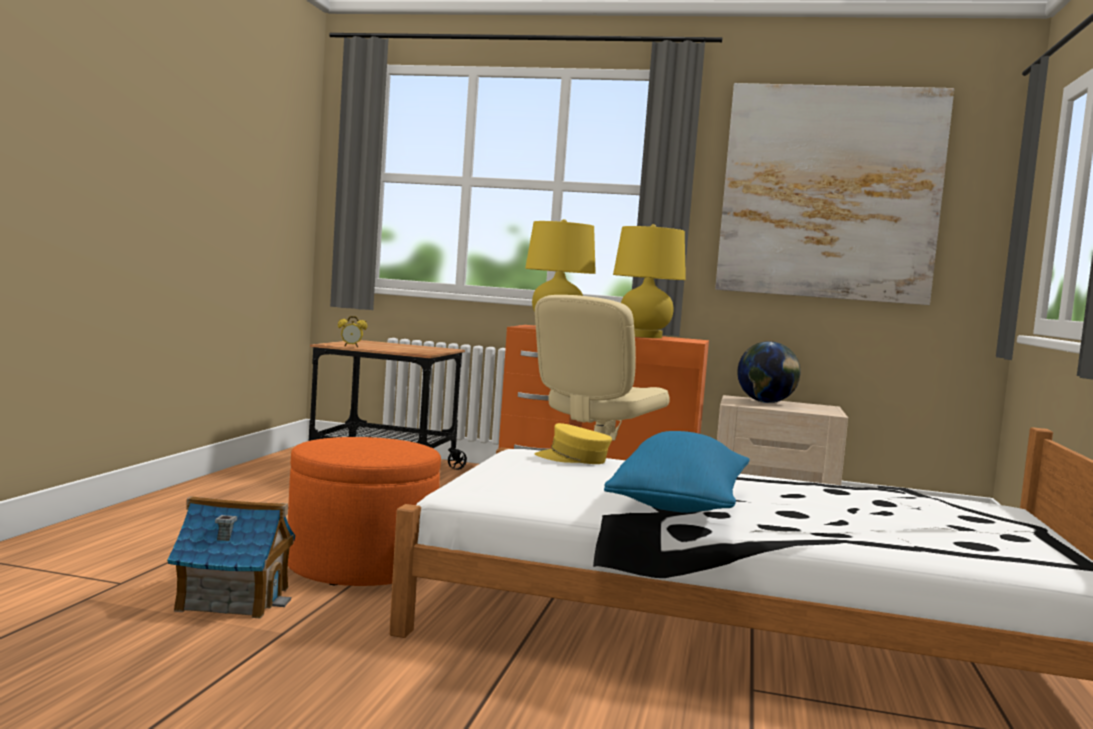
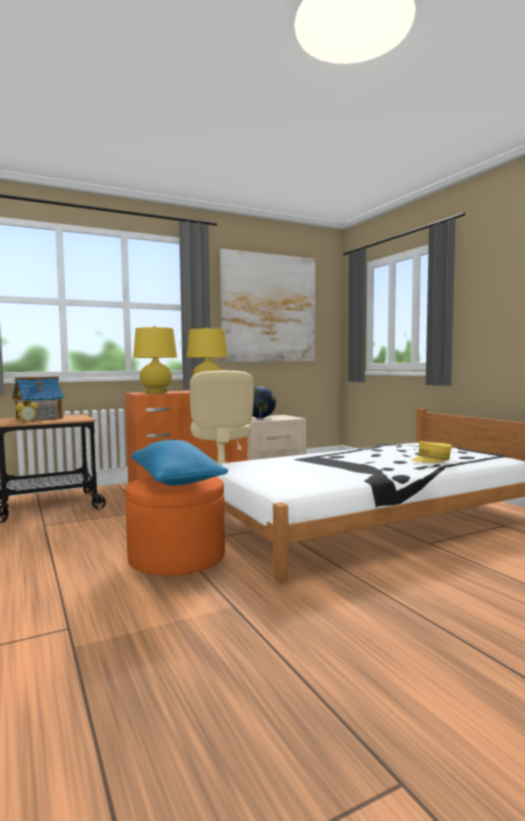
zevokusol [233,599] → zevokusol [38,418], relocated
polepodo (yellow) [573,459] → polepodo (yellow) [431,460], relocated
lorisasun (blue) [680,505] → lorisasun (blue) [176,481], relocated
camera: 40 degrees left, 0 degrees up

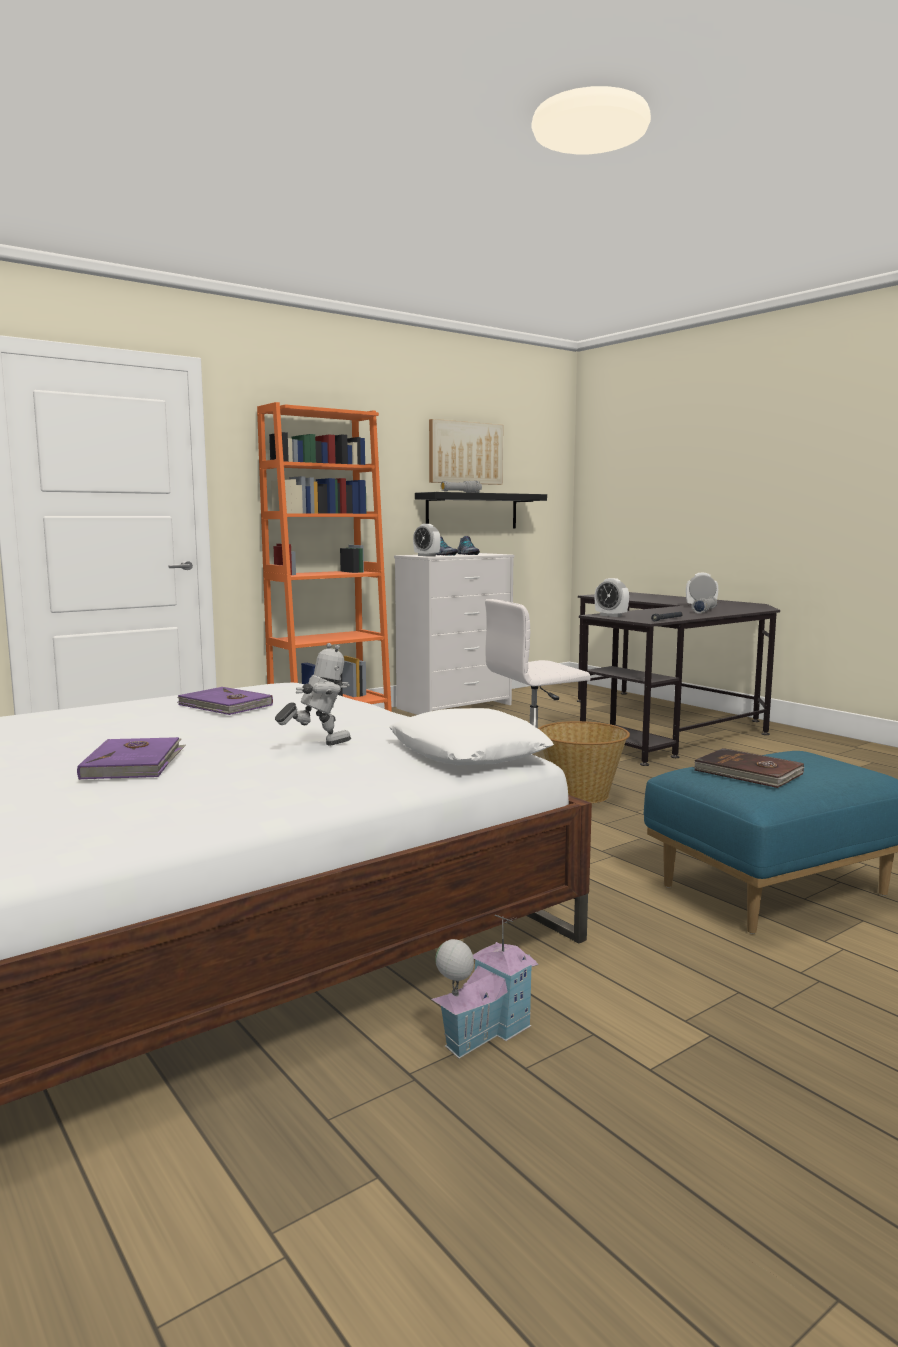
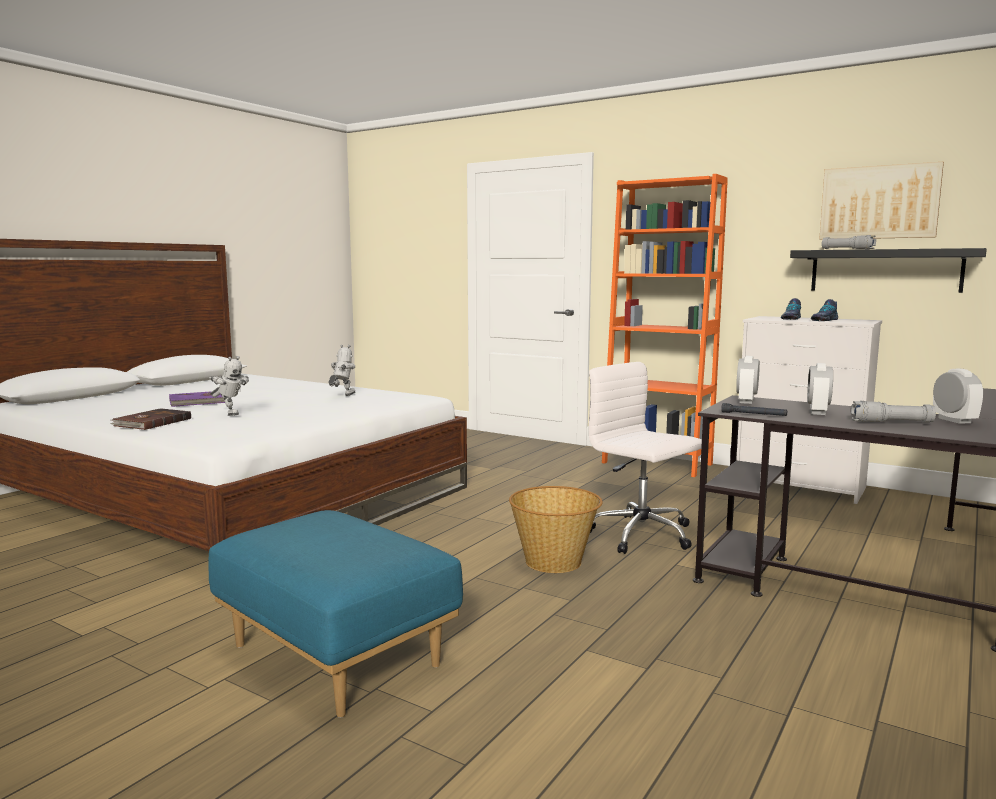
lorisasun (white) [468,752] → -
zevokusol [484,1031] → -
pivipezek [426,556] → pivipezek [817,412], relocated
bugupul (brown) [748,773] → bugupul (brown) [151,422], relocated
bugupul (purple) [225,705] → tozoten [342,396]
camera: 70 degrees right, 0 degrees up

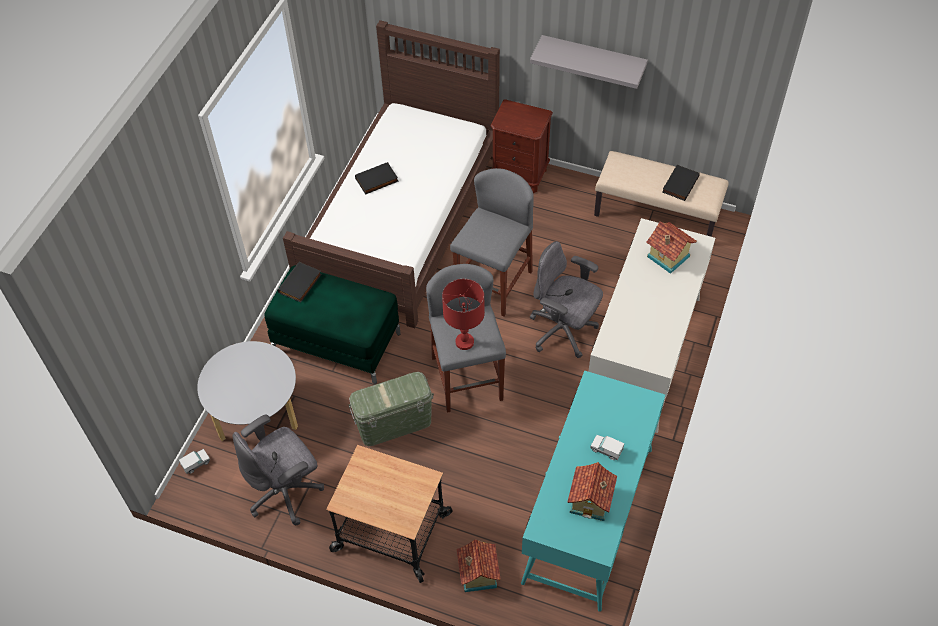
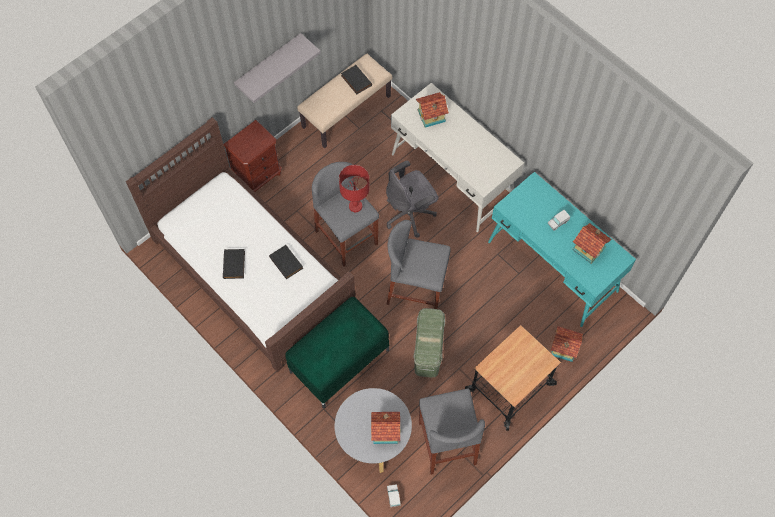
- → zevokusol [385,430]
bugupul (black) [301,284] → bugupul (black) [287,262], relocated
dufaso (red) [464,342] → dufaso (red) [355,206], relocated
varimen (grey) [286,492] → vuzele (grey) [447,443]
camera: 65 degrees left, 10 degrees up

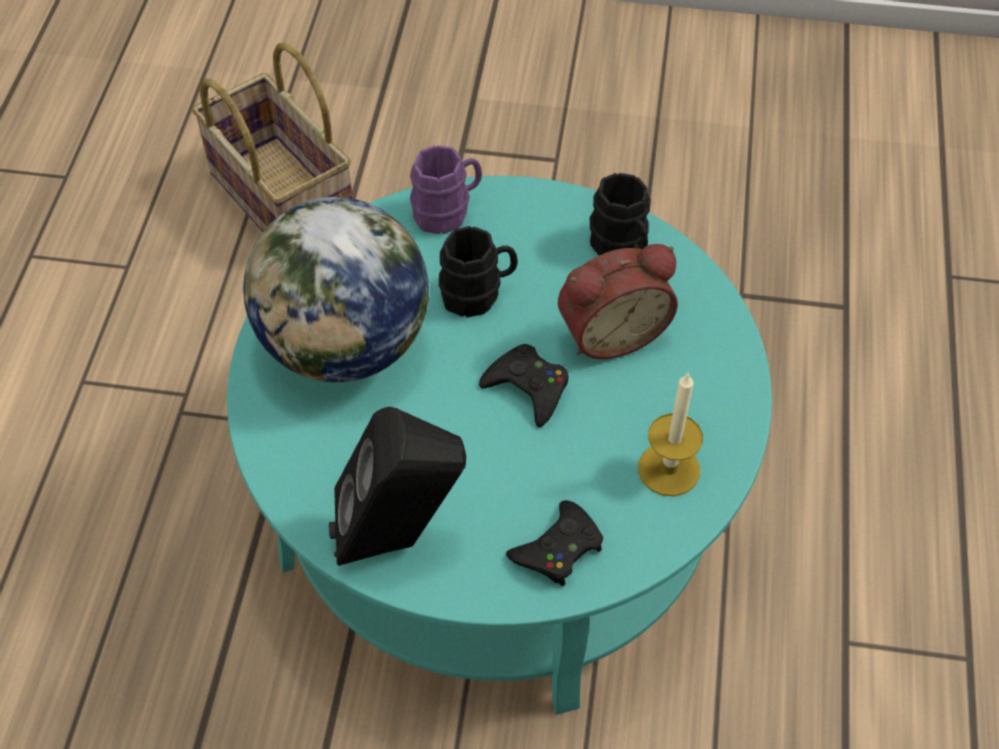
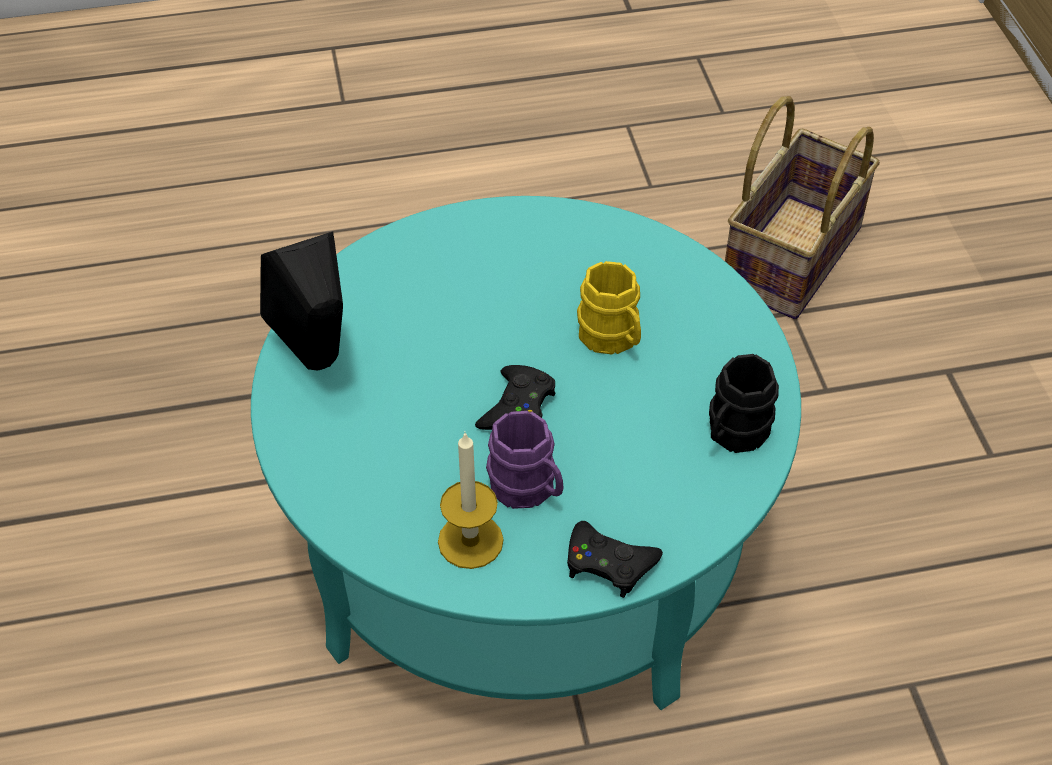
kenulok [346,345] → -
pivipezek [610,331] → -
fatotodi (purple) [448,211] → fatotodi (purple) [528,489], relocated
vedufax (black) [558,549] → vedufax (black) [609,563], relocated
fatotodi (black) [478,293] → fatotodi (yellow) [612,339]
camera: 70 degrees right, 5 degrees down

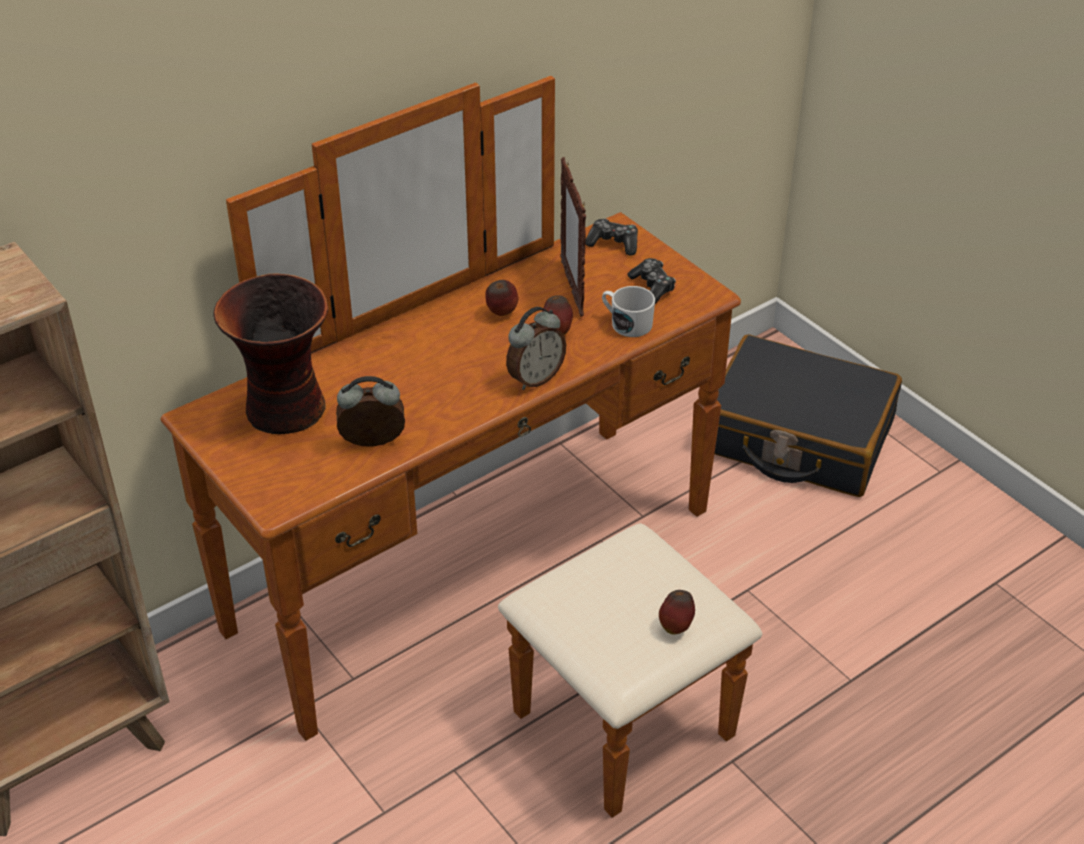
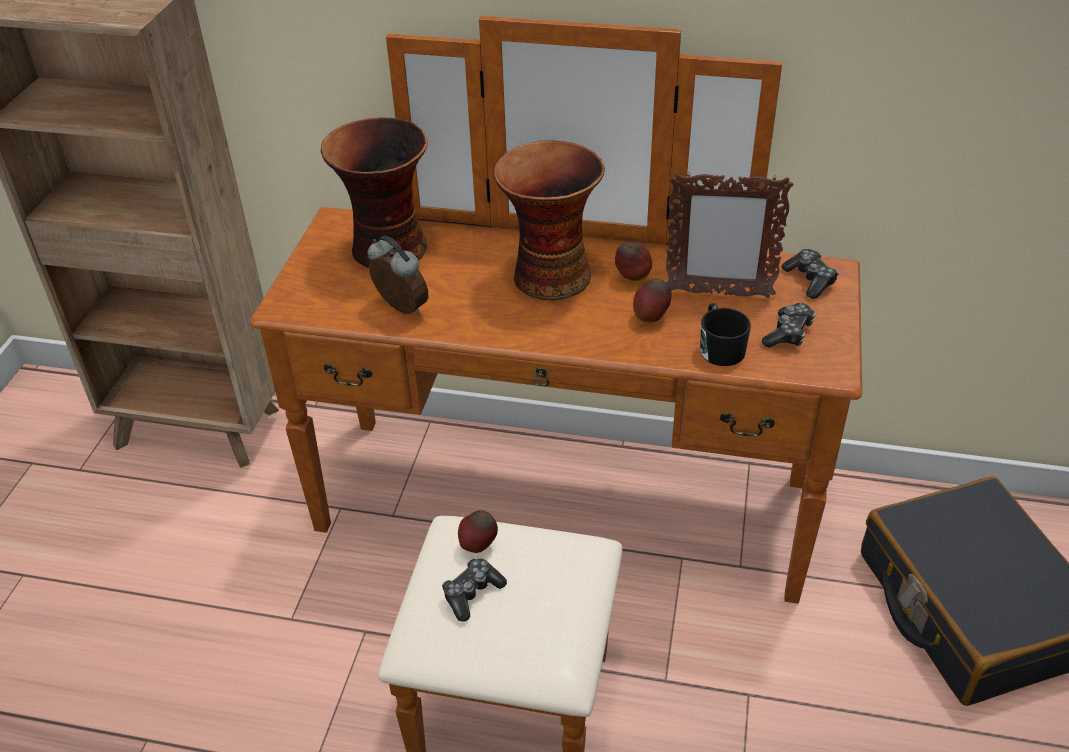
pivipezek [535,378] → -
- → vedufax [472,593]
- → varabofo [548,277]
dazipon [676,626] → dazipon [478,546], relocated
fatotodi (white) [626,323] → fatotodi (black) [719,347]
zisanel [572,288] → zisanel [718,293], 120 degrees counterclockwise
camera: 50 degrees right, 0 degrees up

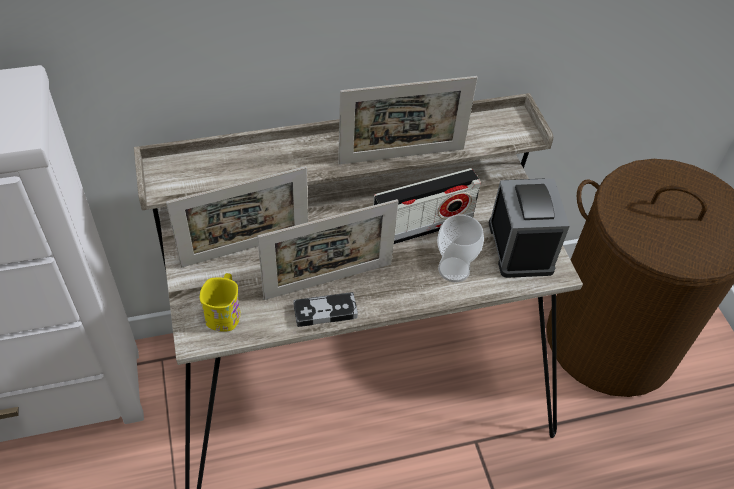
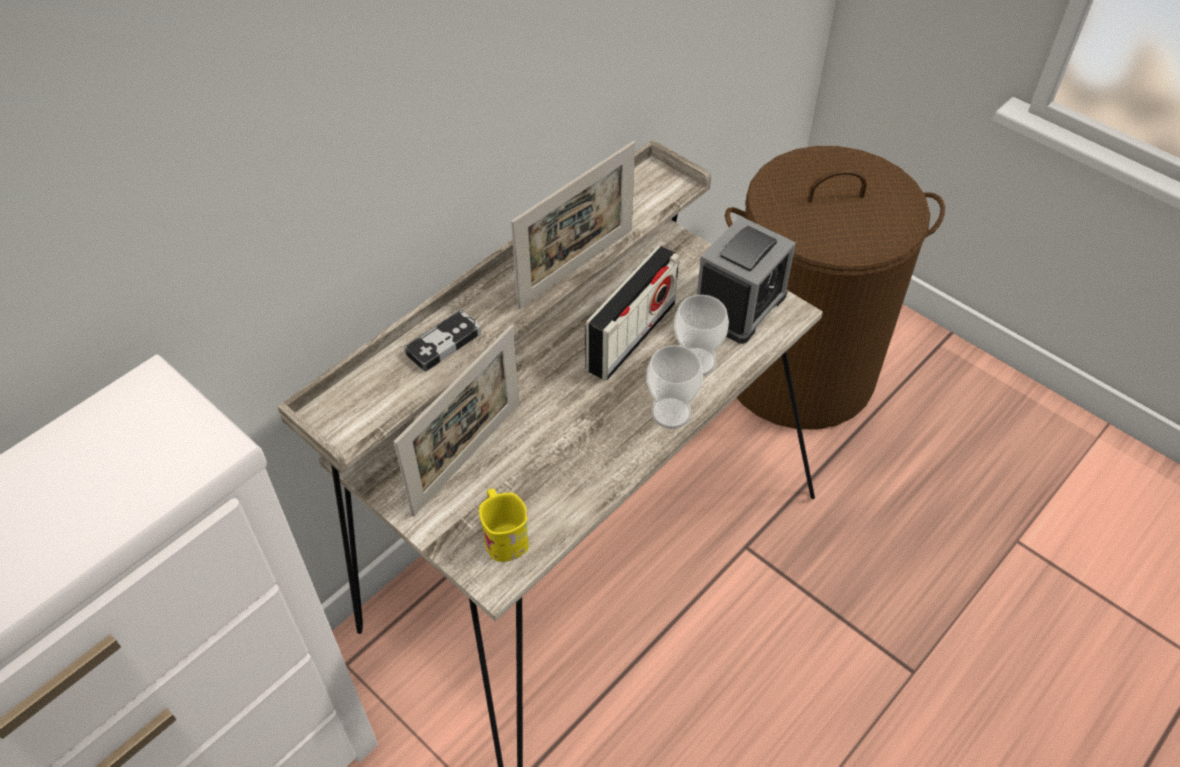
zisanel [328,281] → -
- → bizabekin [671,413]
vedufax [325,312] → vedufax [444,343], relocated
pivipezek [520,247] → pivipezek [739,305], 75 degrees clockwise
camera: 30 degrees left, 0 degrees up

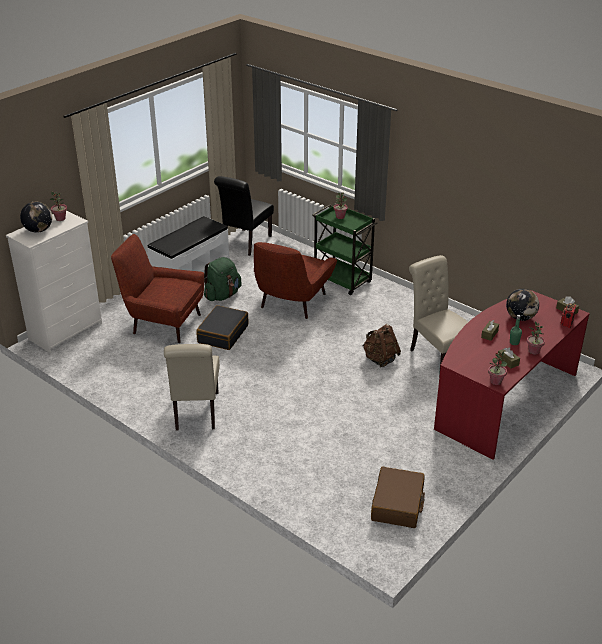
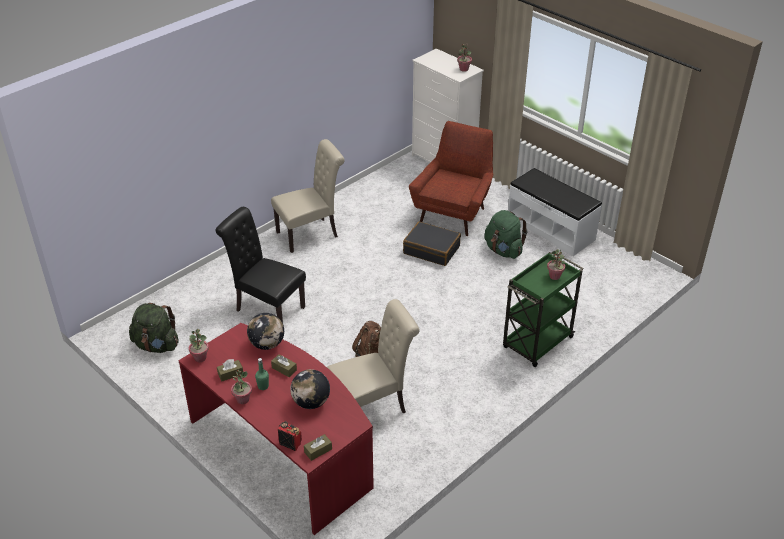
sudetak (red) [291,303] → -
kenulok [38,230] → kenulok [267,344], relocated
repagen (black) [245,244] → repagen (black) [266,307], relocated
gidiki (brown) [398,504] → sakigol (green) [157,345]
repagen (beige) [196,413] → repagen (beige) [311,233], 150 degrees clockwise
camera: 95 degrees right, 5 degrees up

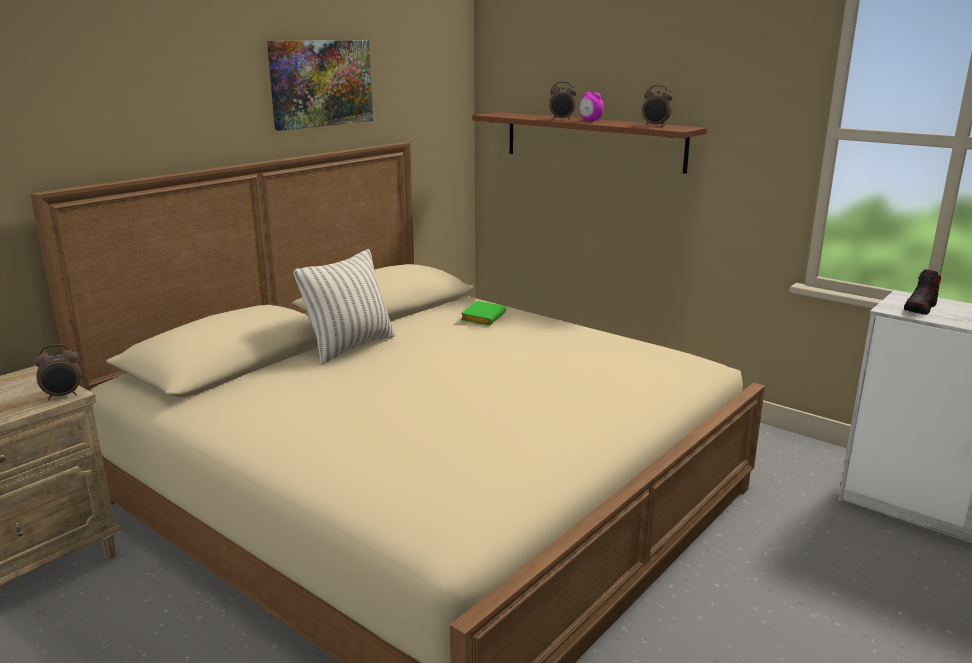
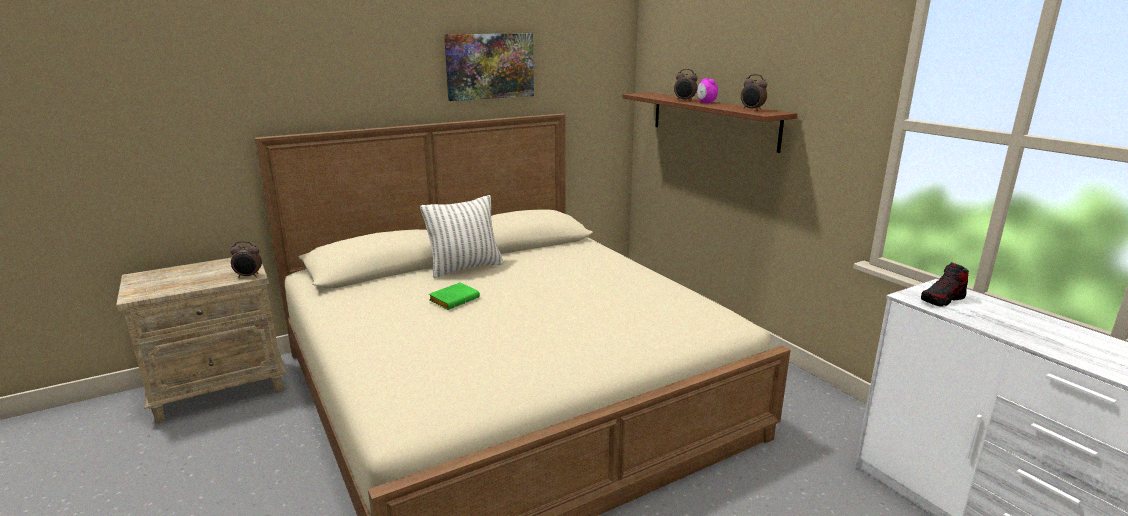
bugupul (green) [482,317] → bugupul (green) [454,299], relocated
camera: 20 degrees right, 0 degrees up

